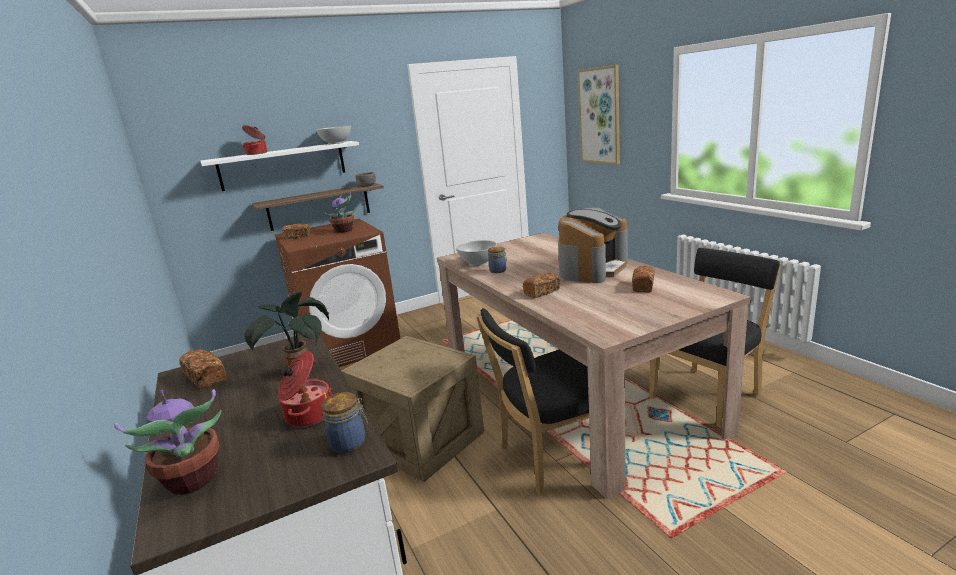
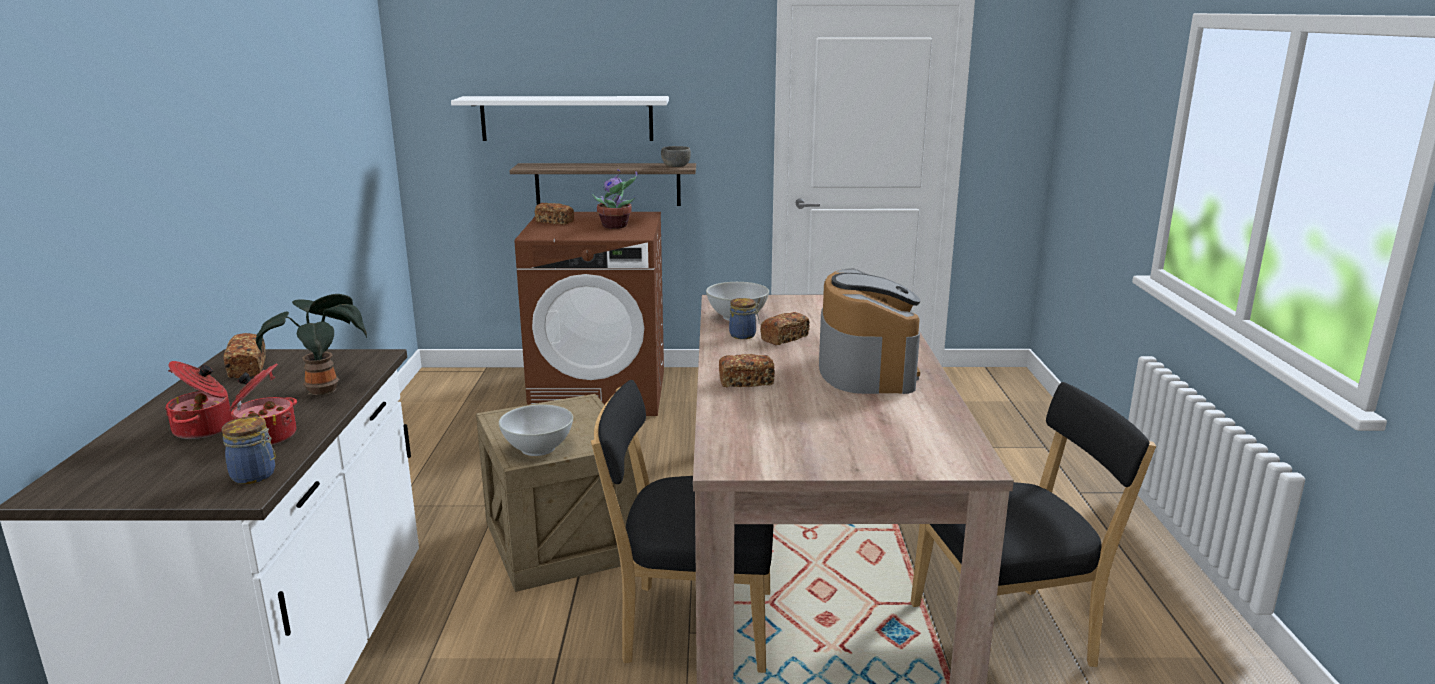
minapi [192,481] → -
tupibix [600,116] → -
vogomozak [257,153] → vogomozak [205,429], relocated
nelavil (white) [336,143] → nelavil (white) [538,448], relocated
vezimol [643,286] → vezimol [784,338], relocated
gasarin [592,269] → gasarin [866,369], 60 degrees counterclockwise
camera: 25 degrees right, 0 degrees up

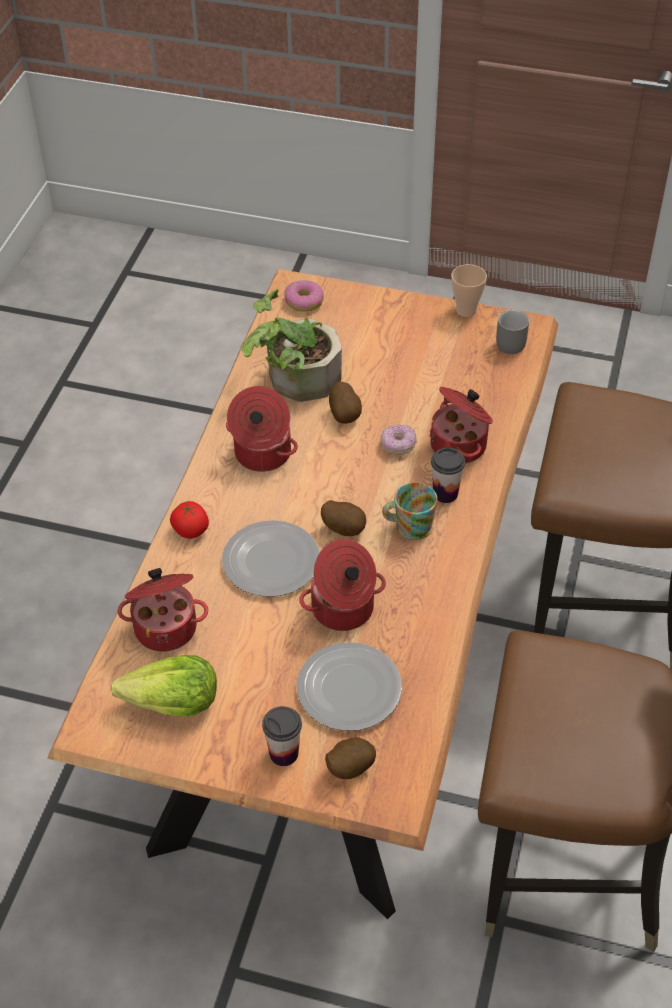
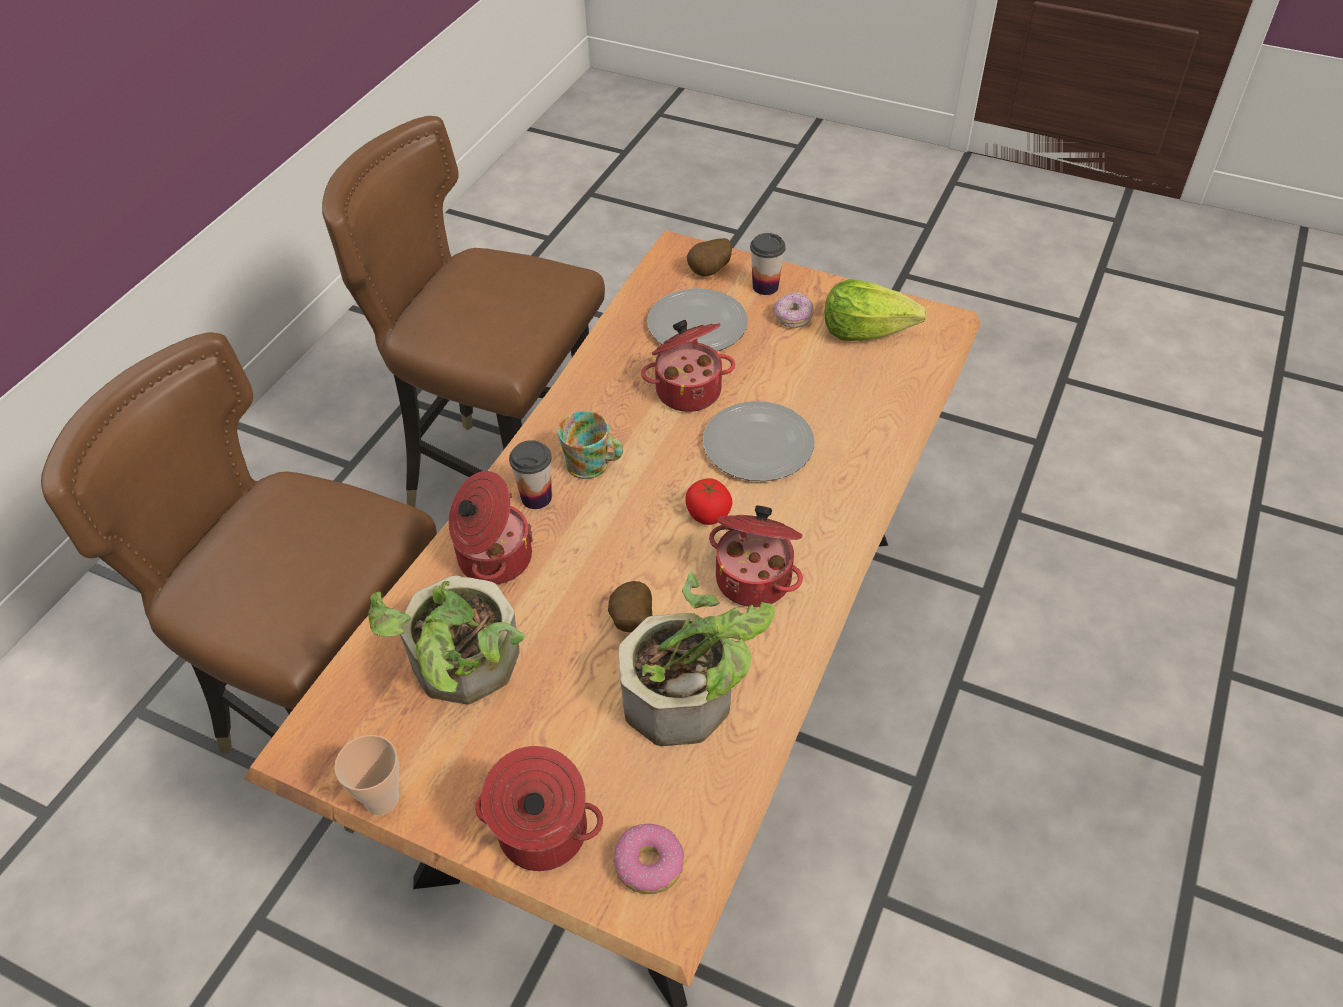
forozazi [344,528] → -
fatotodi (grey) [508,342] → -
- → minapi [462,672]
vogomozak [166,626] → vogomozak [542,834], relocated
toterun [191,530] → toterun [708,514], relocated
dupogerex [398,445] → dupogerex [792,317], relocated
camera: 170 degrees left, 0 degrees up

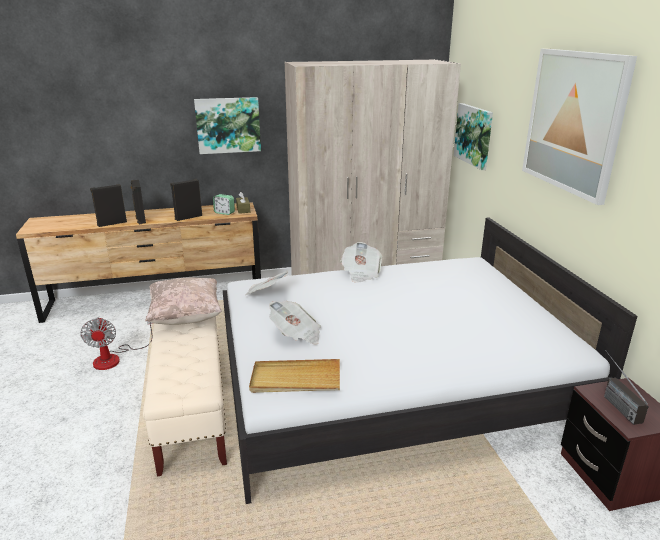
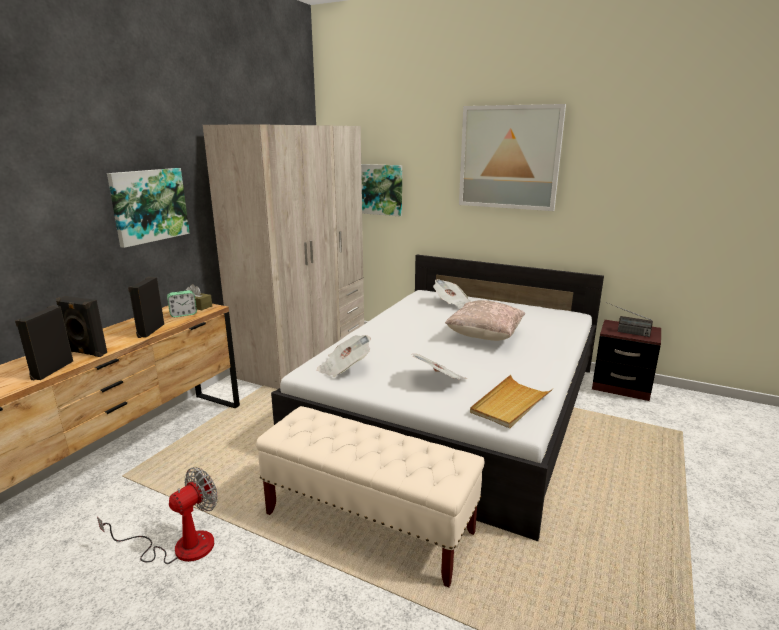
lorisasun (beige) [186,316] → lorisasun (beige) [484,336], relocated
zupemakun [361,273] → zupemakun [451,304], relocated
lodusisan [115,358] → lodusisan [180,546], 75 degrees counterclockwise
camera: 50 degrees left, 5 degrees down

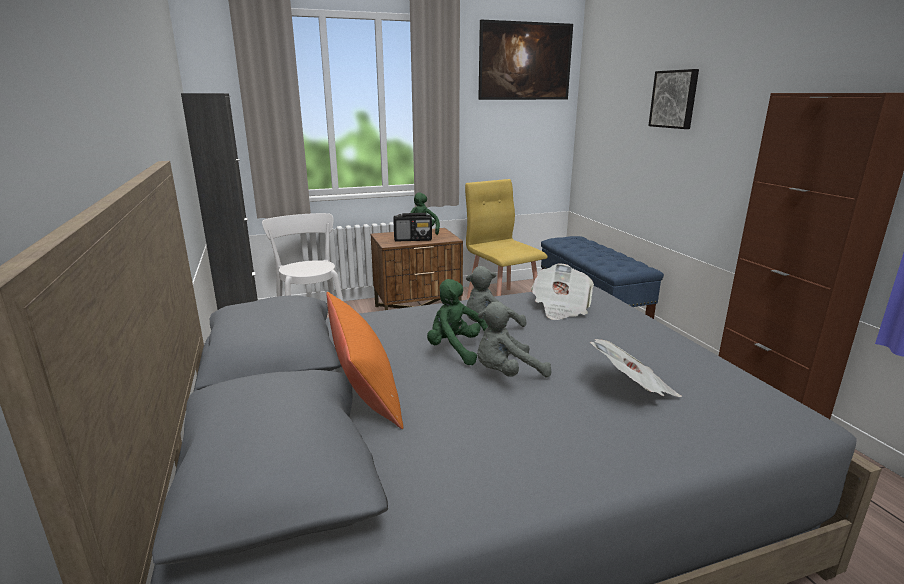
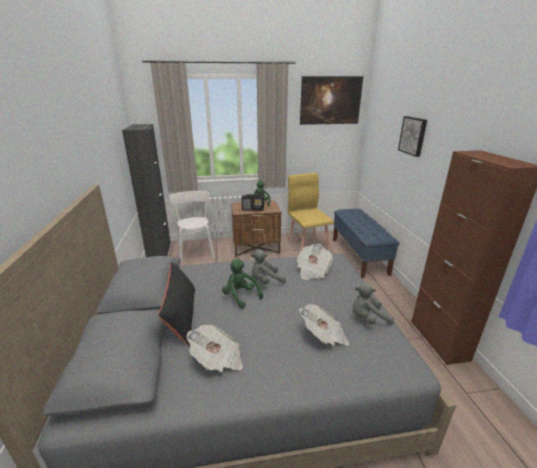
- → zupemakun [217,359]
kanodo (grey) [507,373] → kanodo (grey) [367,319], relocated
lorisasun (orange) [363,386] → lorisasun (black) [181,316]
camera: 10 degrees right, 5 degrees up

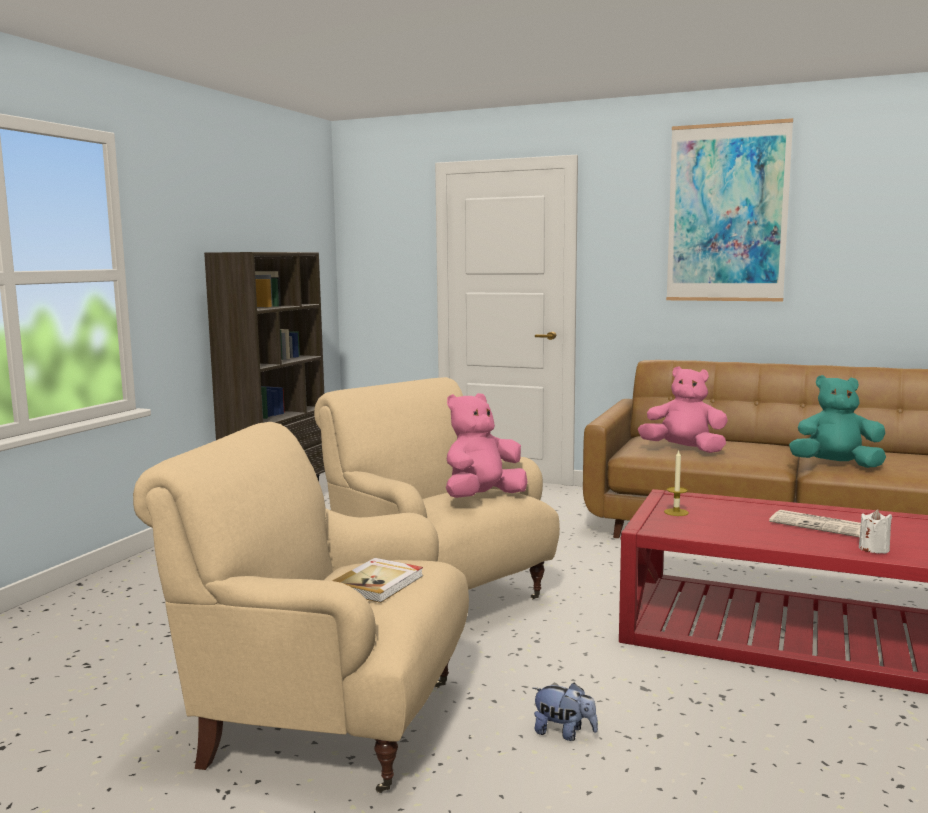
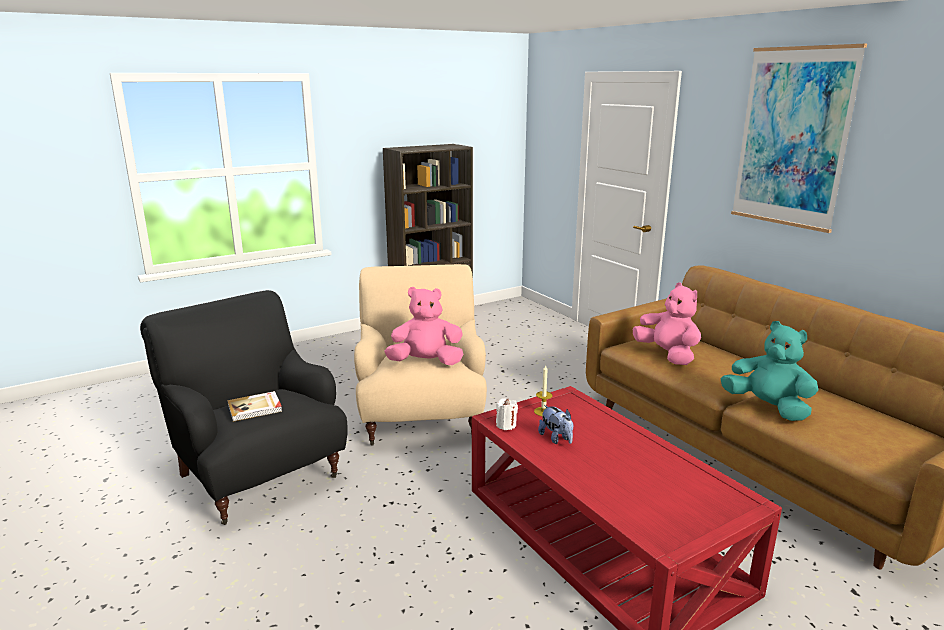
zupemakun [820,525] → -
kanodo [564,733] → kanodo [556,438], relocated
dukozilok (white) [873,549] → dukozilok (white) [506,425], relocated
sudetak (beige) [326,722] → sudetak (black) [258,475]
camera: 35 degrees right, 10 degrees up

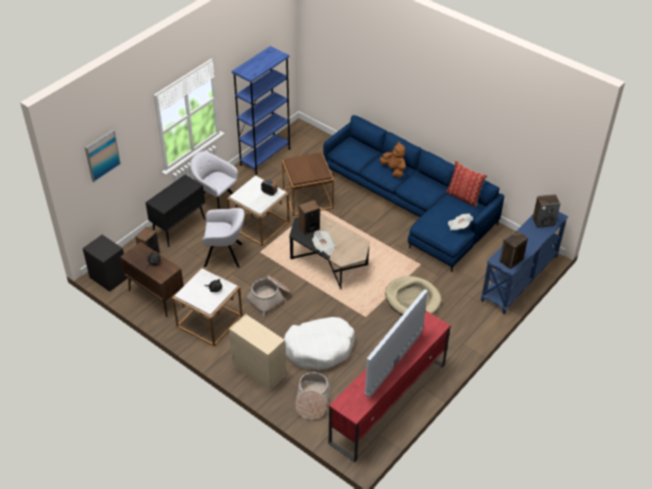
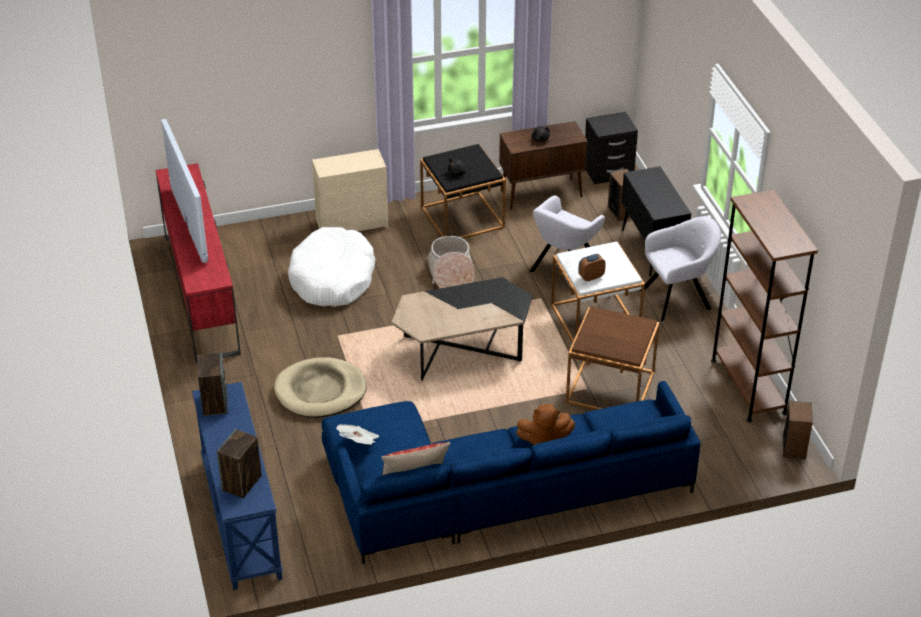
tupibix [102,155] → -
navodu [312,401] → -
zupemakun [324,247] → -
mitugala [309,228] → mitugala [794,447], relocated
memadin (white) [209,321] → memadin (black) [462,217]
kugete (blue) [265,156] → kugete (brown) [748,386]
camera: 125 degrees right, 5 degrees down

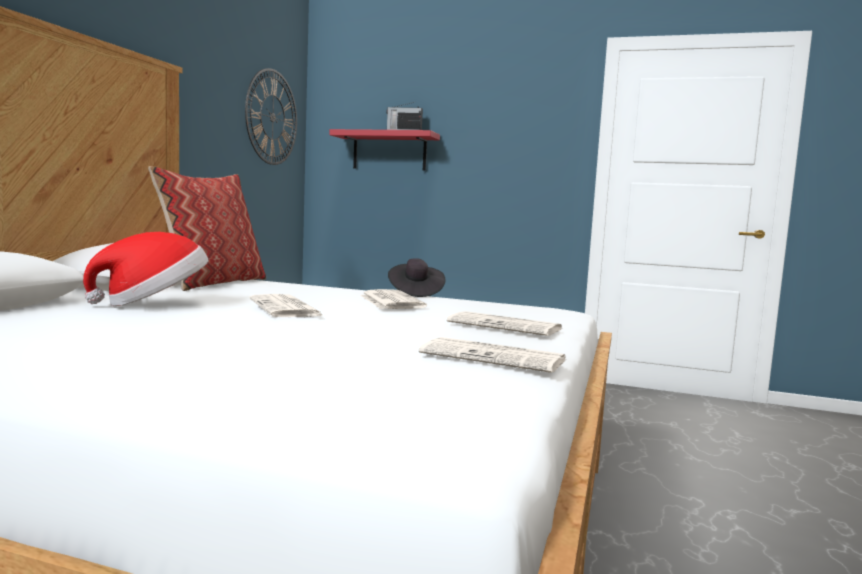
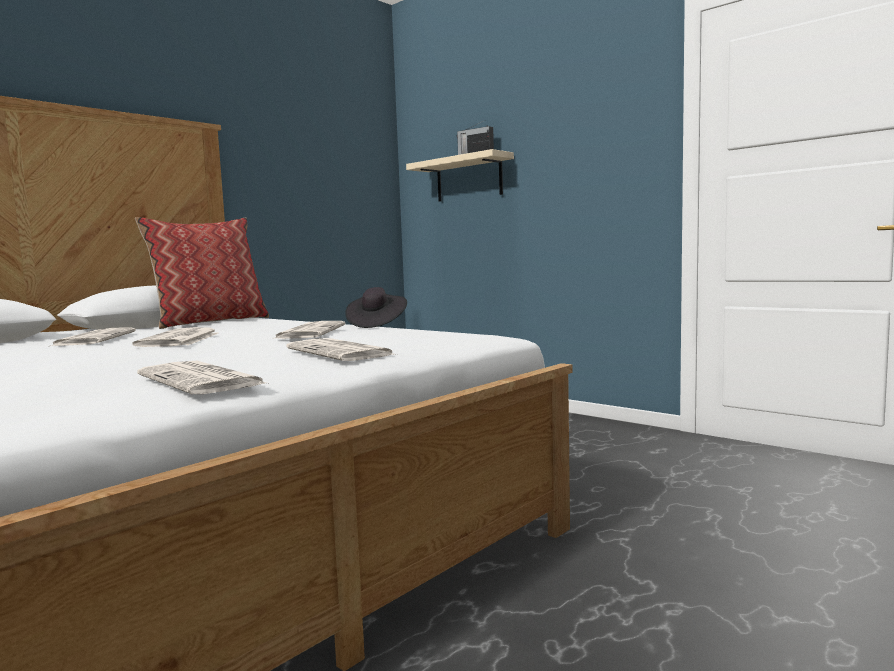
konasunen [272,117] → -
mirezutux [153,303] → zupemakun [95,339]
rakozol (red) [389,151] → rakozol (beige) [469,179]
camera: 25 degrees right, 0 degrees up

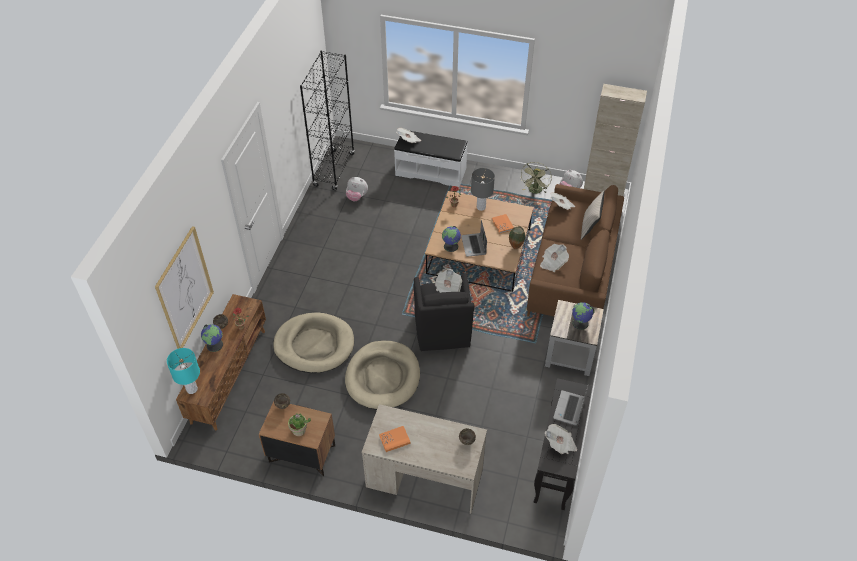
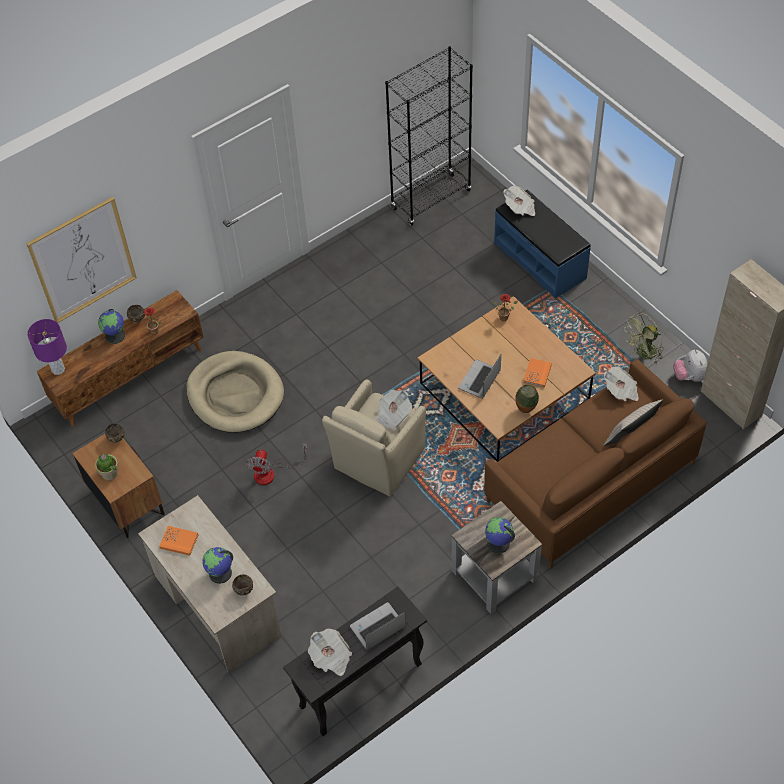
kanodo [357,197] → -
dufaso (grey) [481,207] → -
zupemakun [553,263] → -
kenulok [451,246] → kenulok [220,573], relocated
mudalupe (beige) [383,377] → lodusisan [271,472]
dufaso (turquoise) [192,389] → dufaso (purple) [58,369]
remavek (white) [431,171] → remavek (blue) [540,260]
sudetak (black) [442,331] → sudetak (beige) [377,460]
camera: 40 degrees right, 5 degrees up

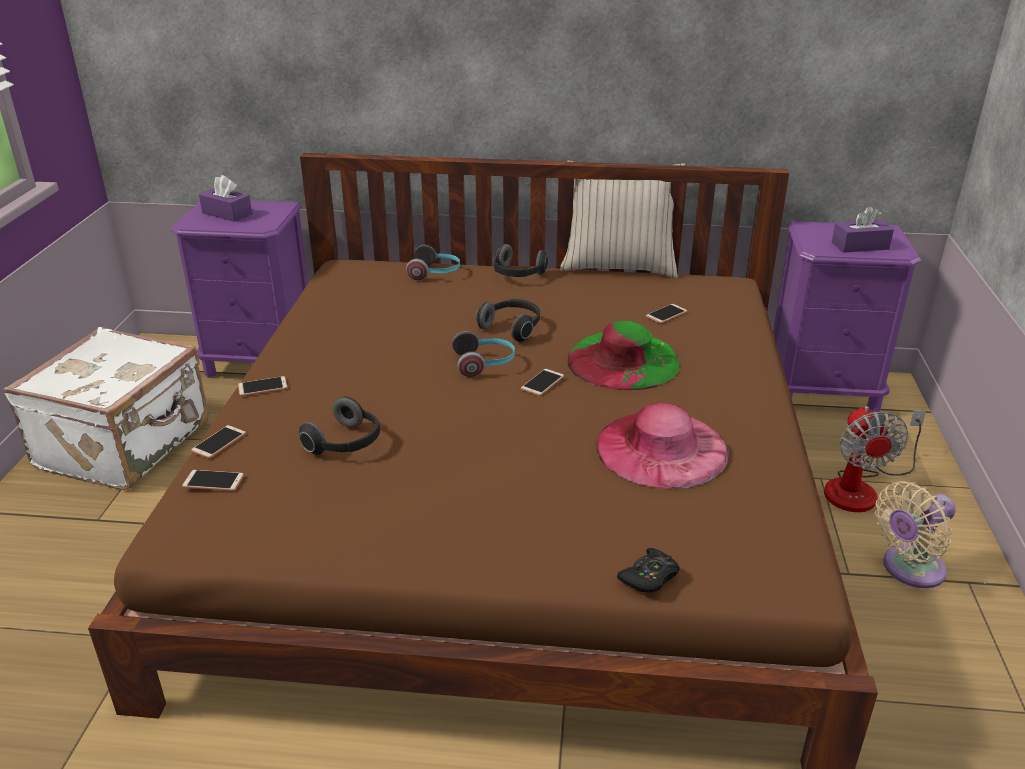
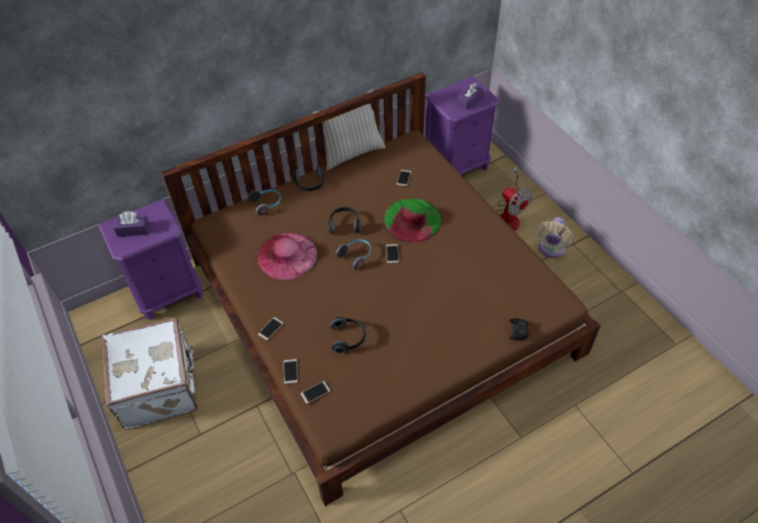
mirezutux (pink) [661,448] → mirezutux (pink) [287,255], relocated
camera: 35 degrees left, 20 degrees up

